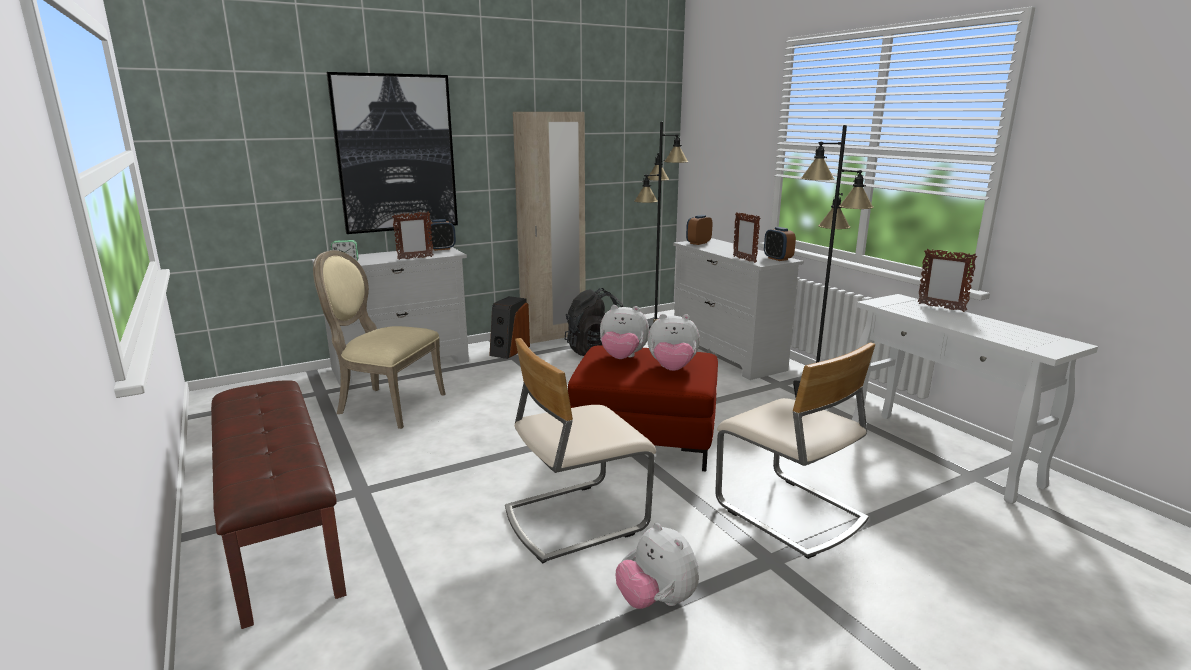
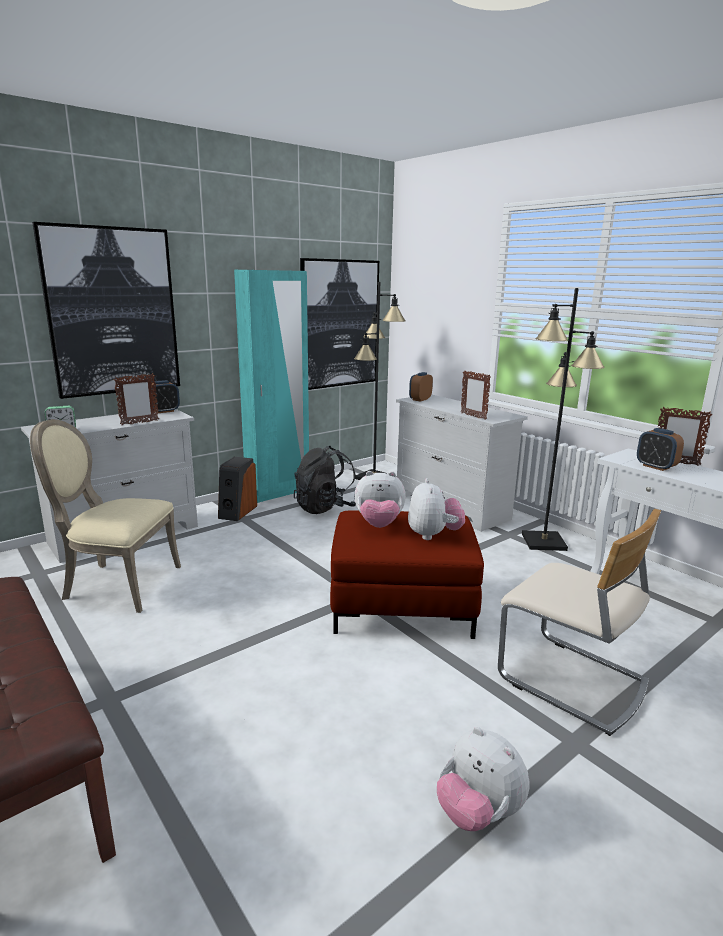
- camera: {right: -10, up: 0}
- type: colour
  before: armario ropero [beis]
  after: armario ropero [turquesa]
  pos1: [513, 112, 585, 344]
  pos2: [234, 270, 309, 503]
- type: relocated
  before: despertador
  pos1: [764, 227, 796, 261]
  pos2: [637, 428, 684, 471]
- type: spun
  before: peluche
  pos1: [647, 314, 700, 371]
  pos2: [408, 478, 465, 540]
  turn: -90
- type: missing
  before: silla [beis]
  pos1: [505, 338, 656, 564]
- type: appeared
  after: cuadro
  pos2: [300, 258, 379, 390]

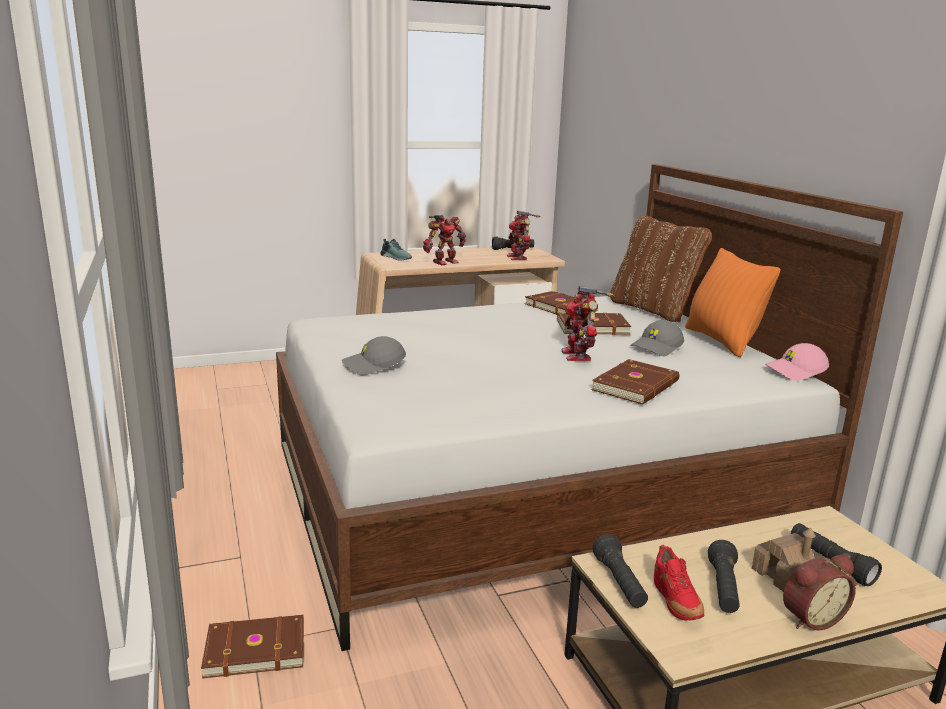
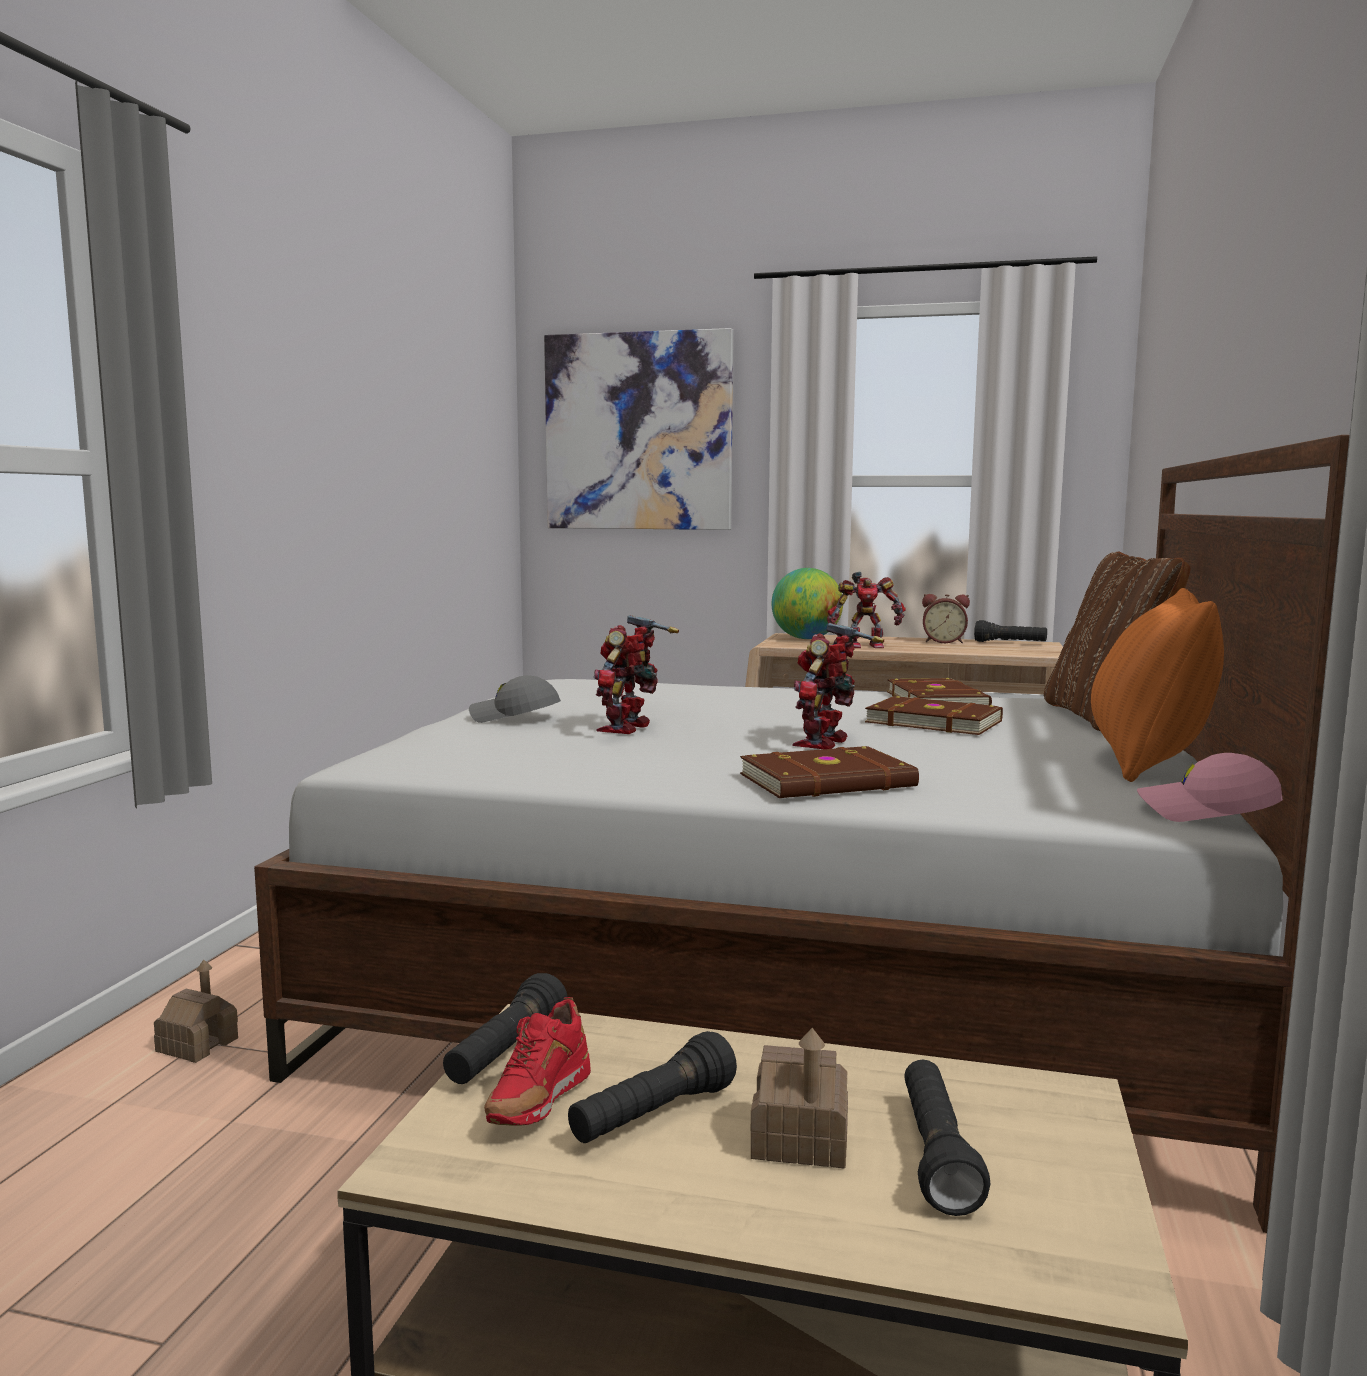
- camera: {right: 35, up: -10}
- type: relocated
  before: robot de juguete
  pos1: [507, 211, 540, 260]
  pos2: [593, 615, 679, 734]
- type: exchanged
  before: zapato
  after: globo terráqueo
  pos1: [380, 239, 412, 261]
  pos2: [771, 568, 843, 639]
- type: missing
  before: gorra [gris]
  pos1: [630, 320, 684, 356]
- type: relocated
  before: despertador
  pos1: [783, 555, 856, 630]
  pos2: [922, 594, 970, 643]
- type: exchanged
  before: libro [marrón]
  after: casita
  pos1: [201, 615, 304, 679]
  pos2: [154, 960, 238, 1063]
- type: appeared
  after: cuadro
  pos2: [544, 328, 733, 530]

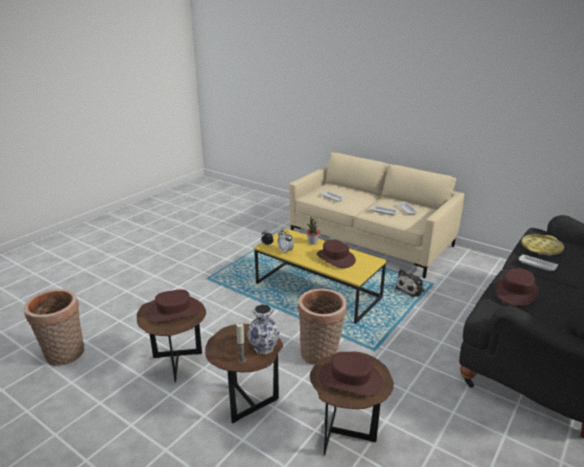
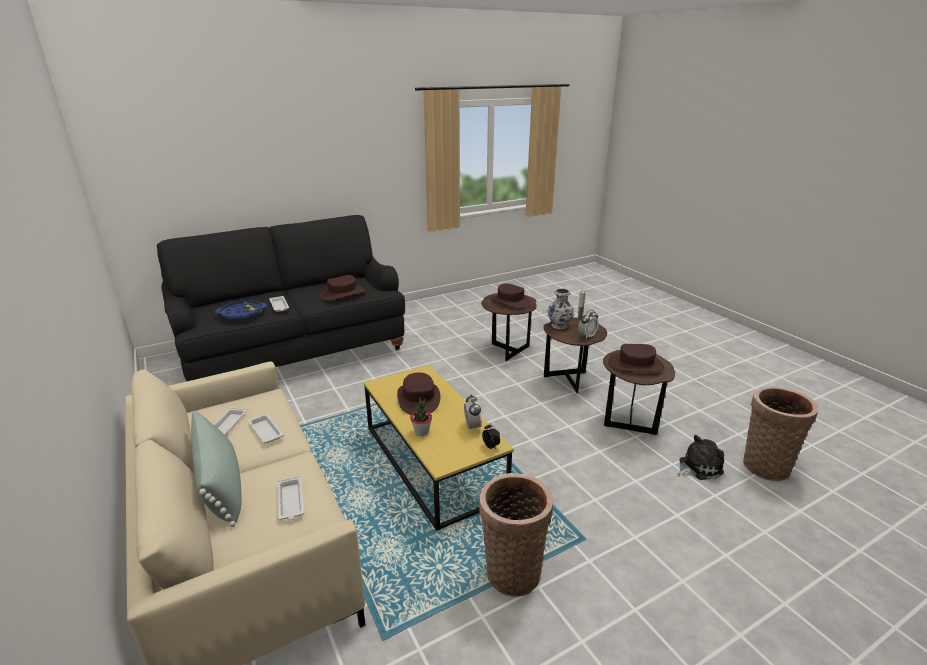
- camera: {right: -155, up: 0}
- type: colour
  before: bandeja [amarillo]
  after: bandeja [azul]
  pos1: [521, 234, 564, 256]
  pos2: [215, 300, 267, 320]
- type: relocated
  before: peluche
  pos1: [395, 269, 425, 297]
  pos2: [677, 435, 724, 480]
- type: relocated
  before: cesta
  pos1: [298, 289, 347, 365]
  pos2: [479, 473, 553, 597]
- type: appeared
  after: despertador
  pos2: [578, 310, 598, 339]
- type: appeared
  after: cojín [verde]
  pos2: [191, 411, 242, 527]

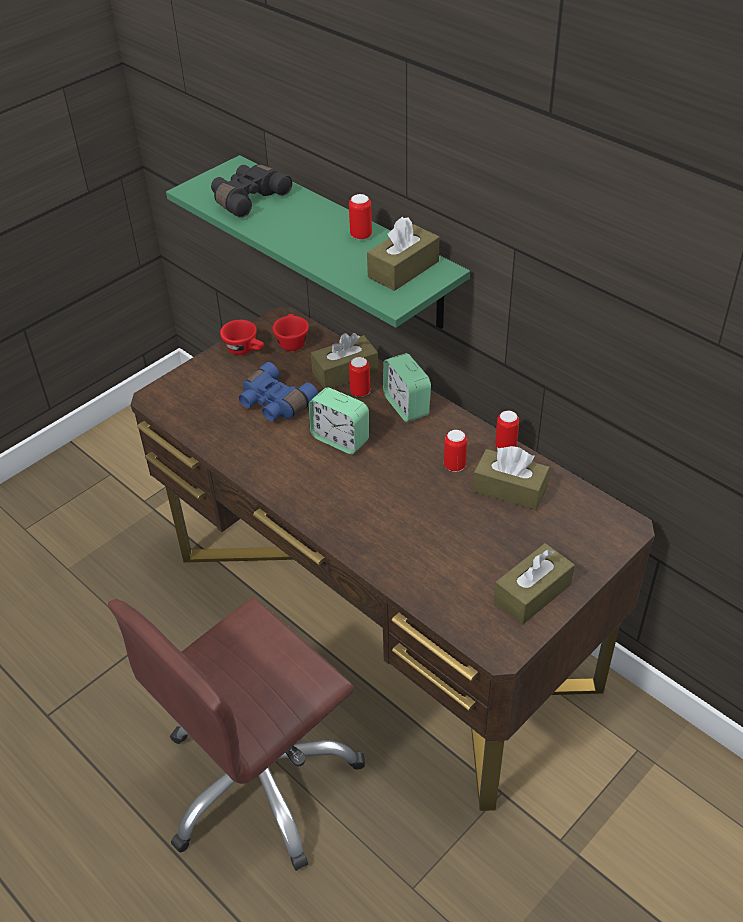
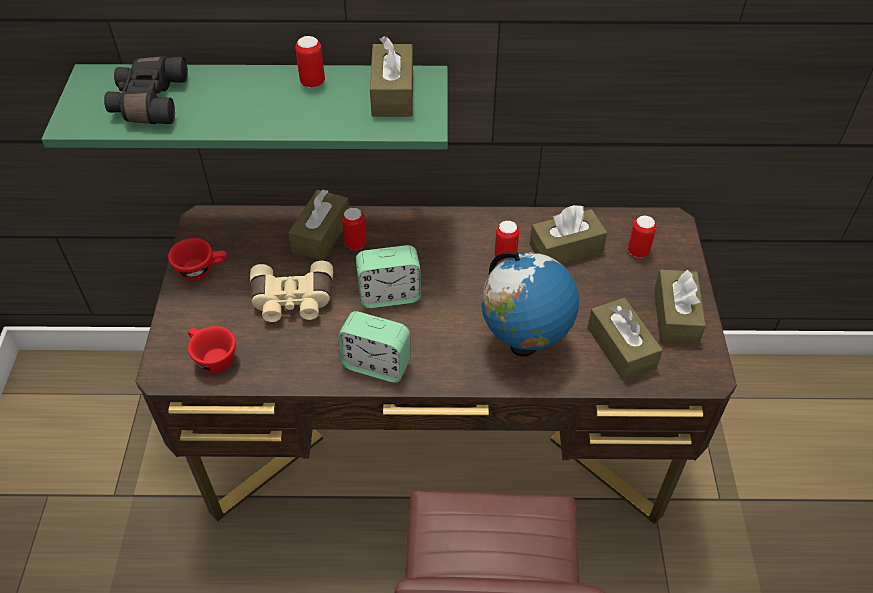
- camera: {right: -45, up: 5}
- type: relocated
  before: taza [rojo]
  pos1: [272, 314, 309, 351]
  pos2: [188, 326, 236, 373]
- type: relocated
  before: despertador
  pos1: [383, 353, 431, 422]
  pos2: [338, 311, 411, 383]
- type: colour
  before: prismáticos [azul]
  after: prismáticos [beis]
  pos1: [239, 362, 319, 422]
  pos2: [250, 261, 333, 322]
- type: relocated
  before: lata
  pos1: [495, 410, 519, 448]
  pos2: [628, 216, 656, 258]
- type: appeared
  after: globo terráqueo
  pos2: [481, 252, 579, 357]
- type: appeared
  after: caja de pañuelos [marrón]
  pos2: [588, 298, 663, 381]

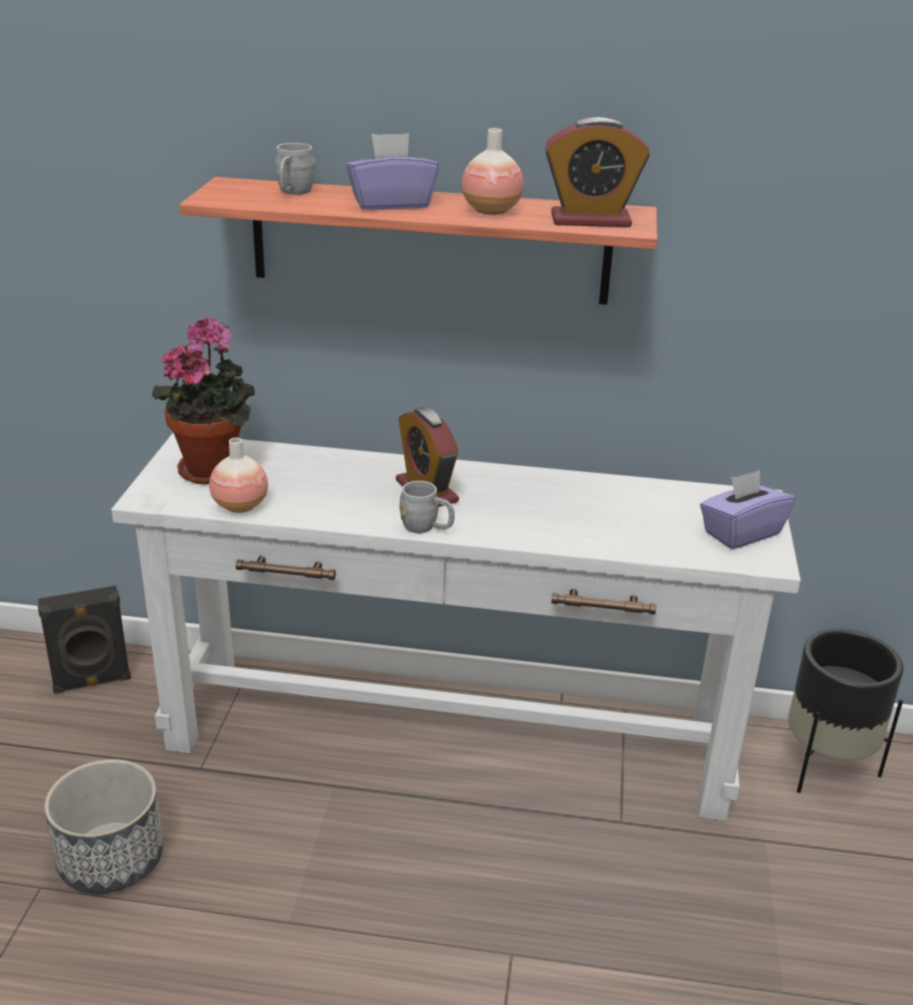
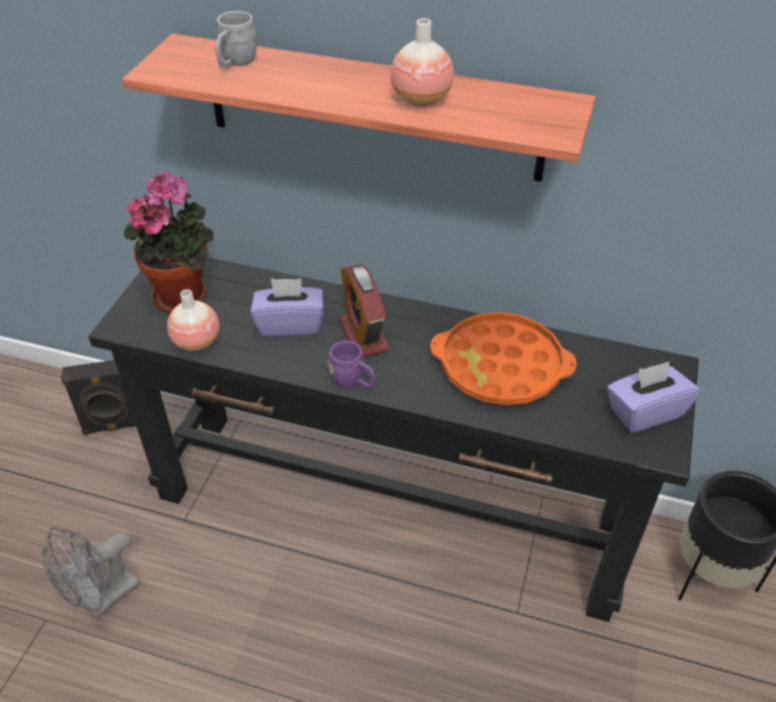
- camera: {right: 10, up: 15}
- type: missing
  before: despertador
  pos1: [544, 117, 650, 227]
- type: relocated
  before: caja de pañuelos [morado]
  pos1: [346, 133, 439, 210]
  pos2: [251, 278, 324, 337]
- type: colour
  before: mesa consola [blanco]
  after: mesa consola [negro]
  pos1: [111, 433, 801, 821]
  pos2: [88, 257, 699, 622]
- type: colour
  before: taza grande [gris]
  after: taza grande [morado]
  pos1: [399, 481, 455, 533]
  pos2: [328, 341, 376, 388]
- type: exchanged
  before: maceta
  after: ventilador [gris]
  pos1: [44, 759, 163, 894]
  pos2: [42, 527, 140, 618]
- type: appeared
  after: bandeja [naranja]
  pos2: [430, 312, 577, 405]

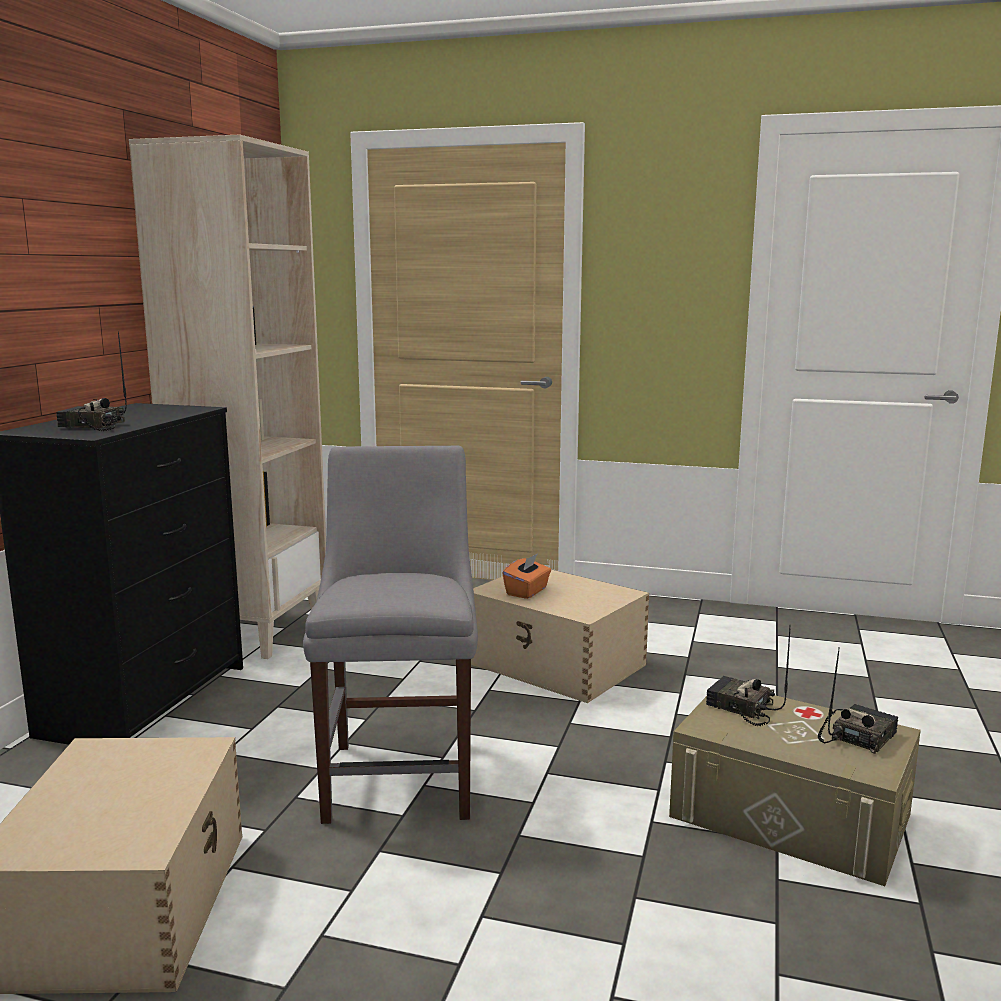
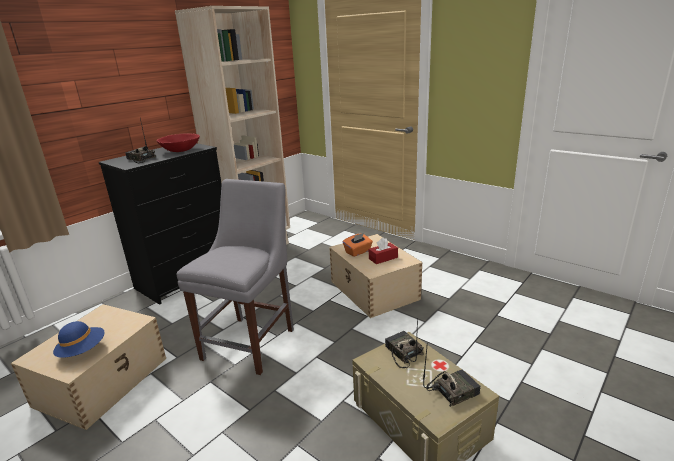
- camera: {right: 25, up: 10}
- type: appeared
  after: cuenco [rojo]
  pos2: [156, 133, 200, 152]
- type: appeared
  after: caja de pañuelos [rojo]
  pos2: [369, 238, 398, 264]
- type: appeared
  after: sombrero [azul]
  pos2: [53, 321, 105, 358]

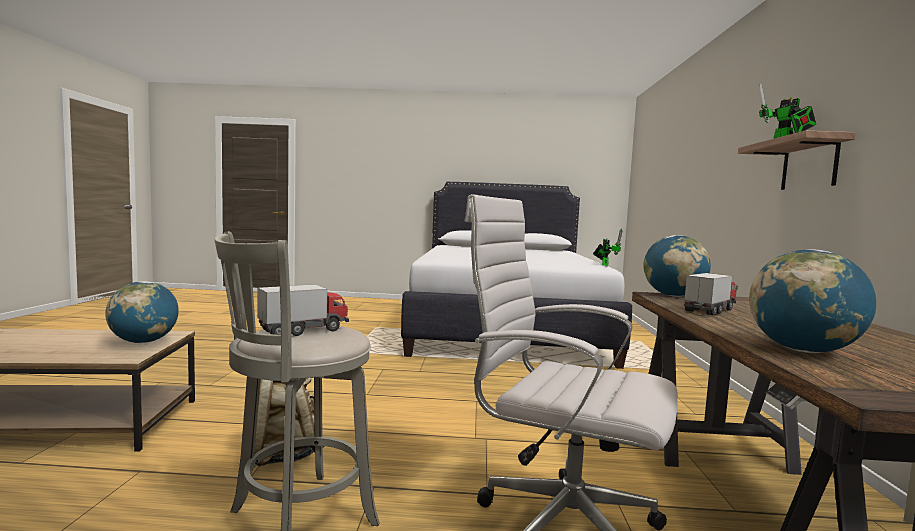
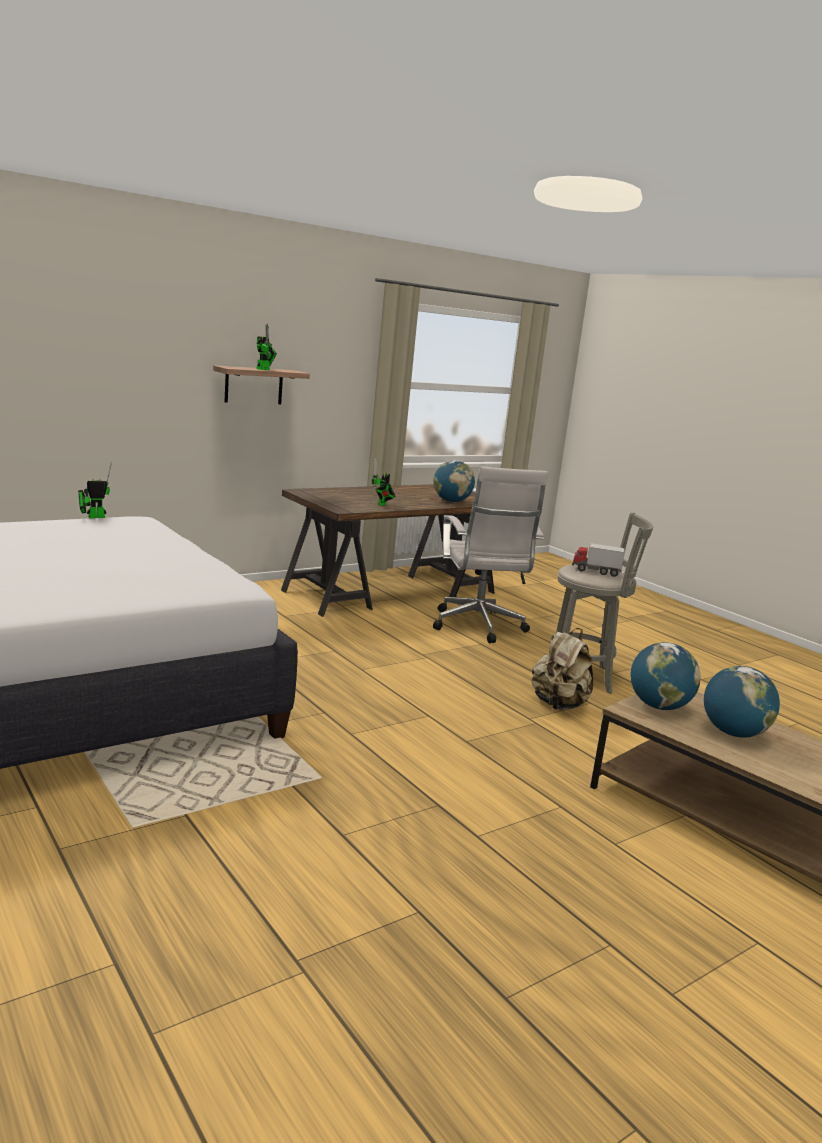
- camera: {right: -130, up: 10}
- type: relocated
  before: globo terráqueo
  pos1: [643, 235, 711, 297]
  pos2: [704, 666, 780, 738]
- type: exchanged
  before: camión de juguete
  after: robot de juguete
  pos1: [684, 273, 738, 316]
  pos2: [372, 458, 396, 506]

